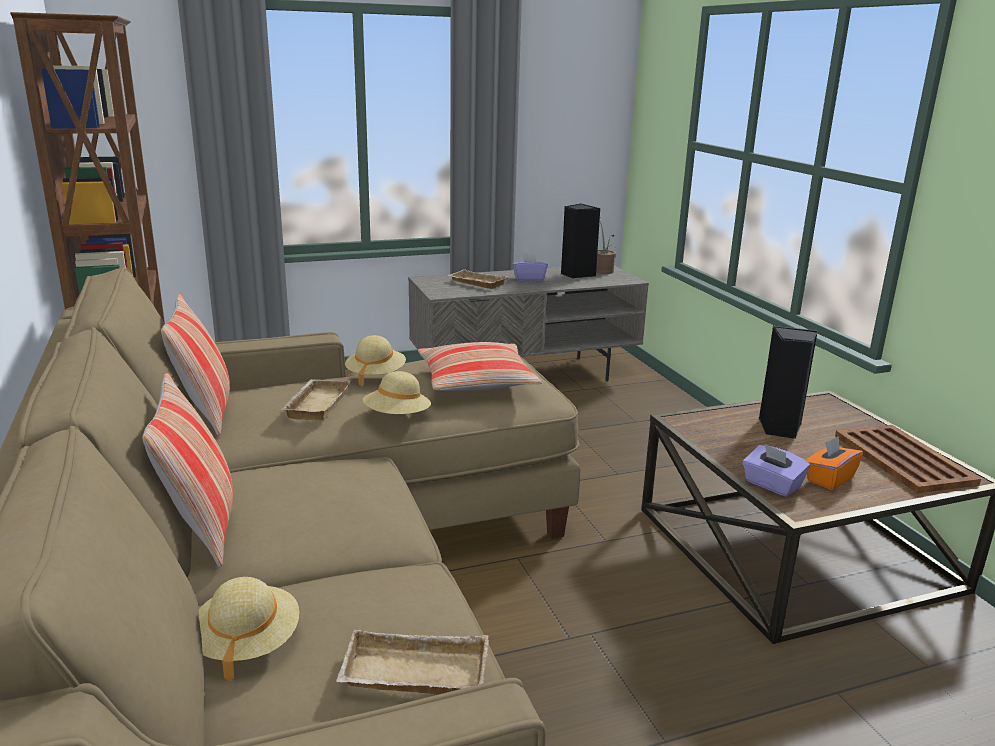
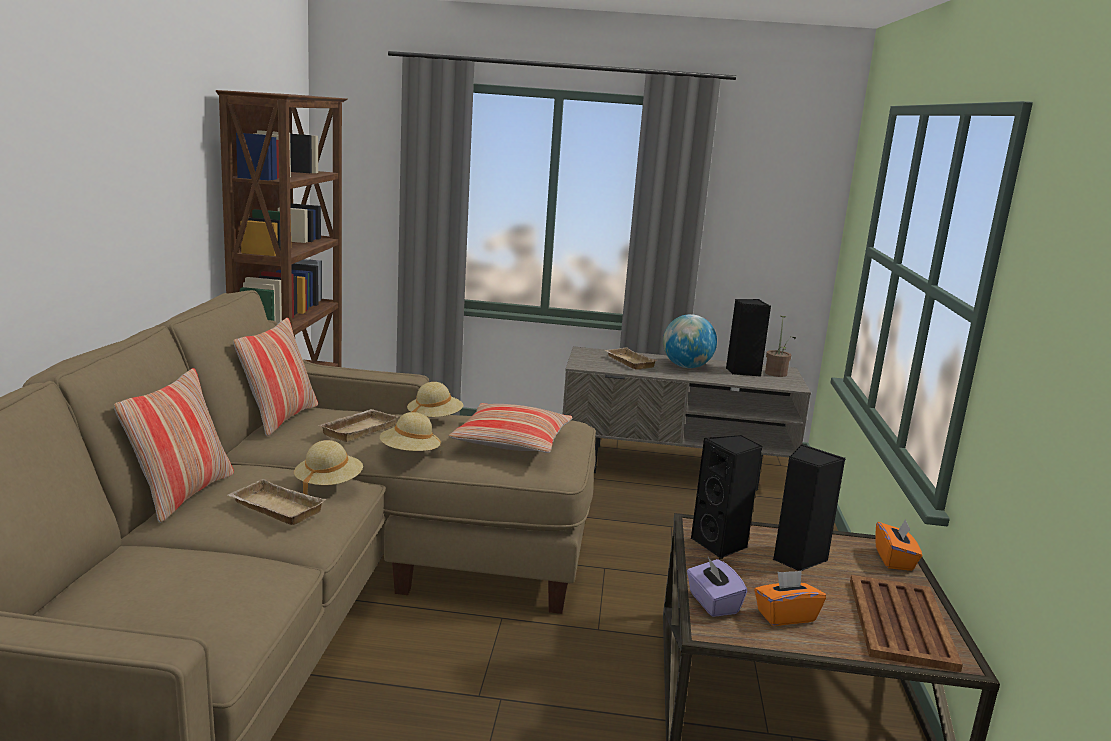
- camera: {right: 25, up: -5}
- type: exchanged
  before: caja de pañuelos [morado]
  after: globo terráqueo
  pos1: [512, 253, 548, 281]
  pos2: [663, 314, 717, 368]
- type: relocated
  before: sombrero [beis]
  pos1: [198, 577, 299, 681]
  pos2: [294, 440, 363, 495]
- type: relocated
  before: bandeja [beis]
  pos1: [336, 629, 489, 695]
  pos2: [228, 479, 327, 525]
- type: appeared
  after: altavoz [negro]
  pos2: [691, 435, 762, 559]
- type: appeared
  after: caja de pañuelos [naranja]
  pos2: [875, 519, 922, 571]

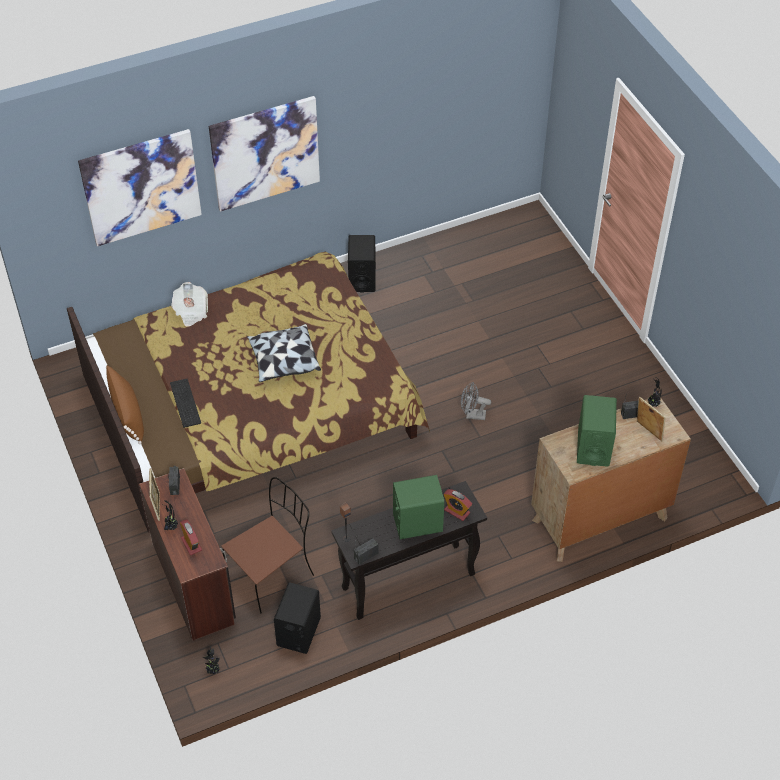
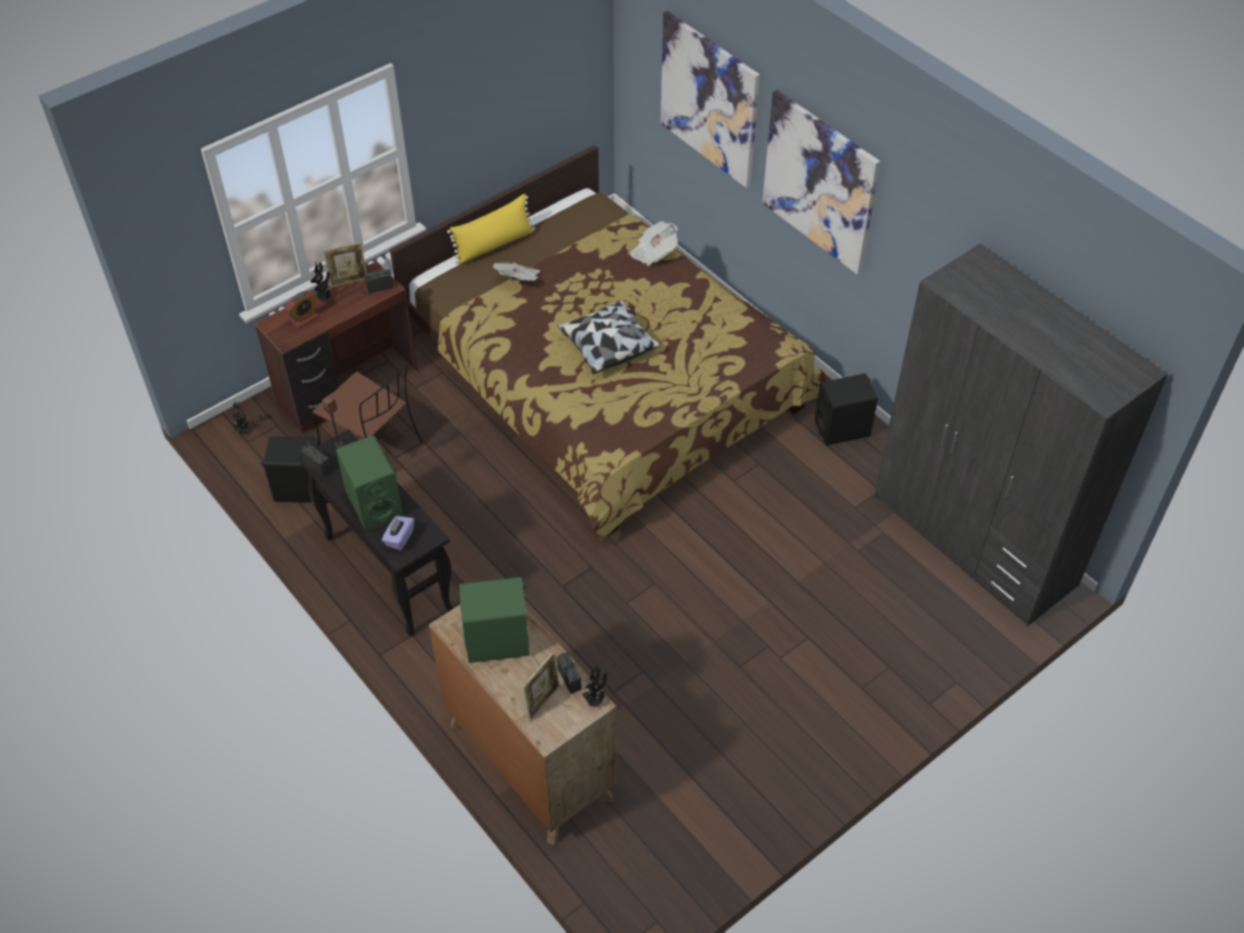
- camera: {right: 75, up: 0}
- type: colour
  before: cojín [marrón]
  after: cojín [amarillo]
  pos1: [106, 365, 144, 444]
  pos2: [447, 194, 535, 264]
- type: exchanged
  before: teclado
  after: periódico
  pos1: [170, 379, 201, 428]
  pos2: [493, 263, 540, 281]
- type: missing
  before: ventilador [gris]
  pos1: [461, 382, 491, 420]
- type: exchanged
  before: despertador
  after: caja de pañuelos [morado]
  pos1: [444, 489, 472, 521]
  pos2: [382, 516, 414, 551]
- type: appeared
  after: armario ropero [gris]
  pos2: [874, 243, 1168, 627]

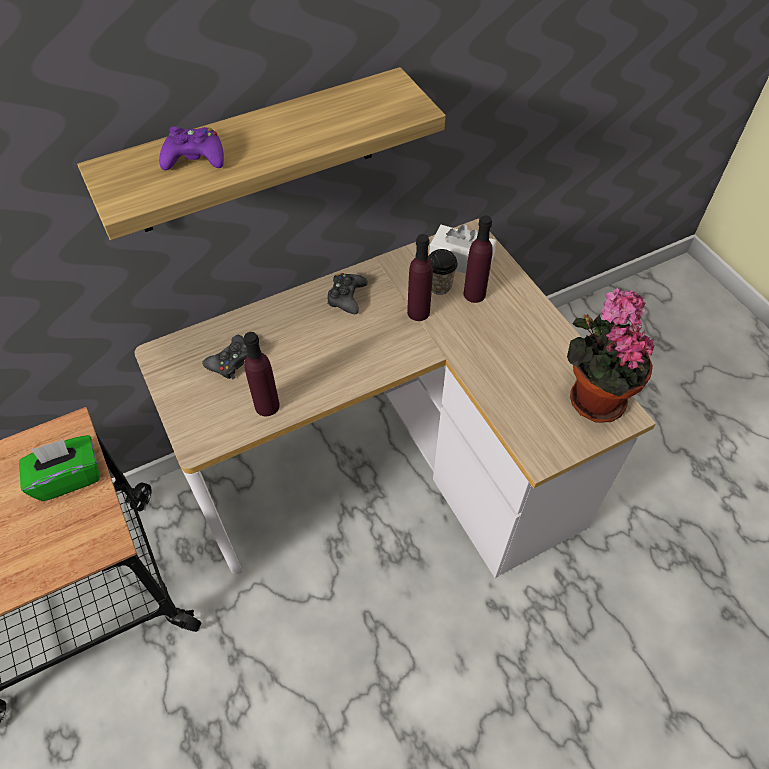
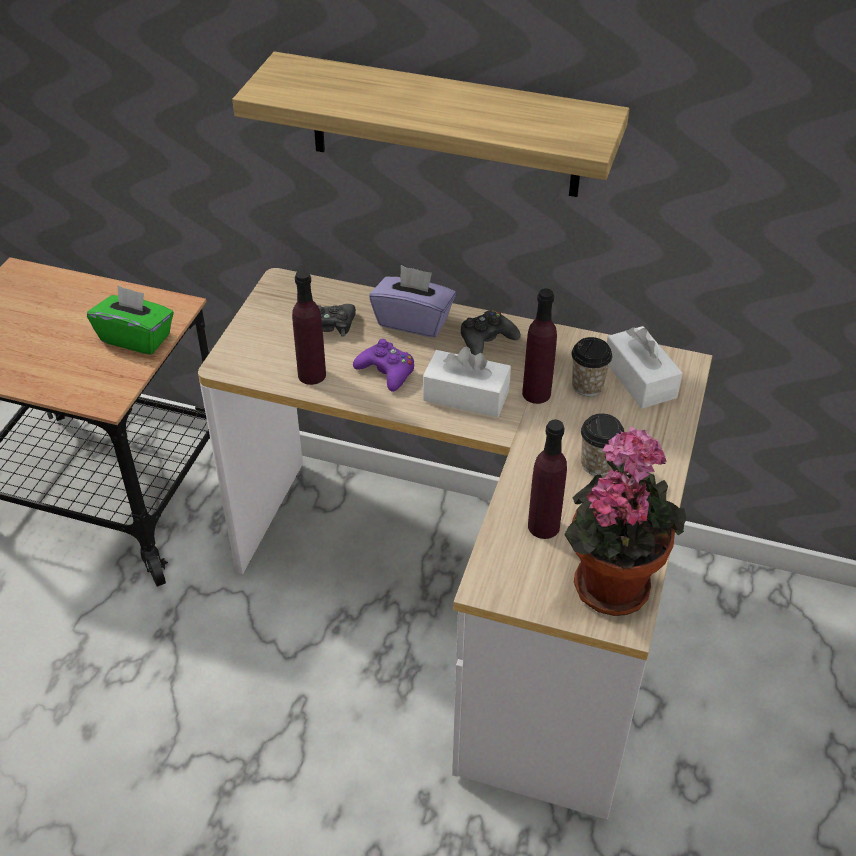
- camera: {right: 45, up: -10}
- type: relocated
  before: mando de consola [morado]
  pos1: [159, 126, 224, 170]
  pos2: [353, 339, 414, 392]
- type: relocated
  before: botella [morado]
  pos1: [464, 215, 493, 303]
  pos2: [528, 419, 567, 539]
- type: appeared
  after: caja de pañuelos [morado]
  pos2: [369, 265, 456, 338]
- type: appeared
  after: caja de pañuelos [blanco]
  pos2: [423, 347, 511, 417]
- type: appeared
  after: taza
  pos2: [581, 413, 624, 476]

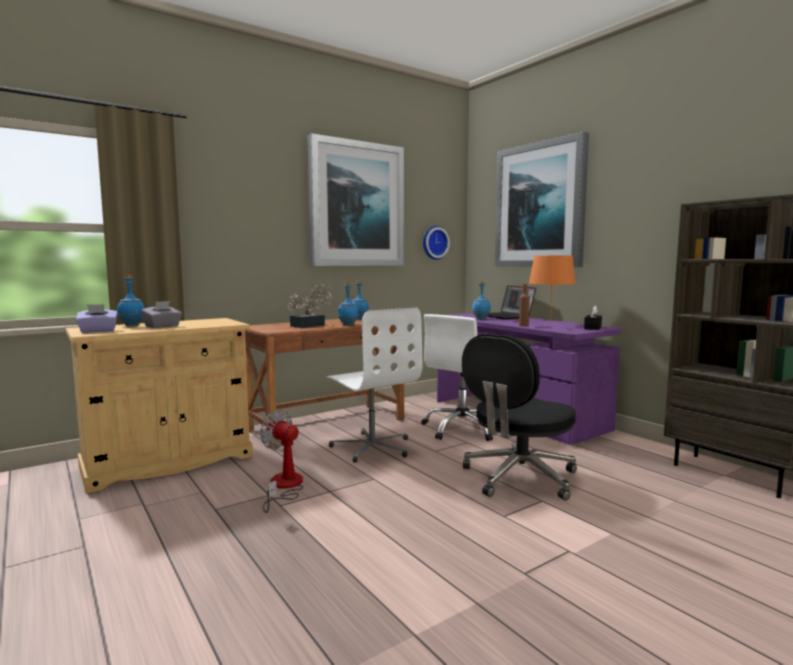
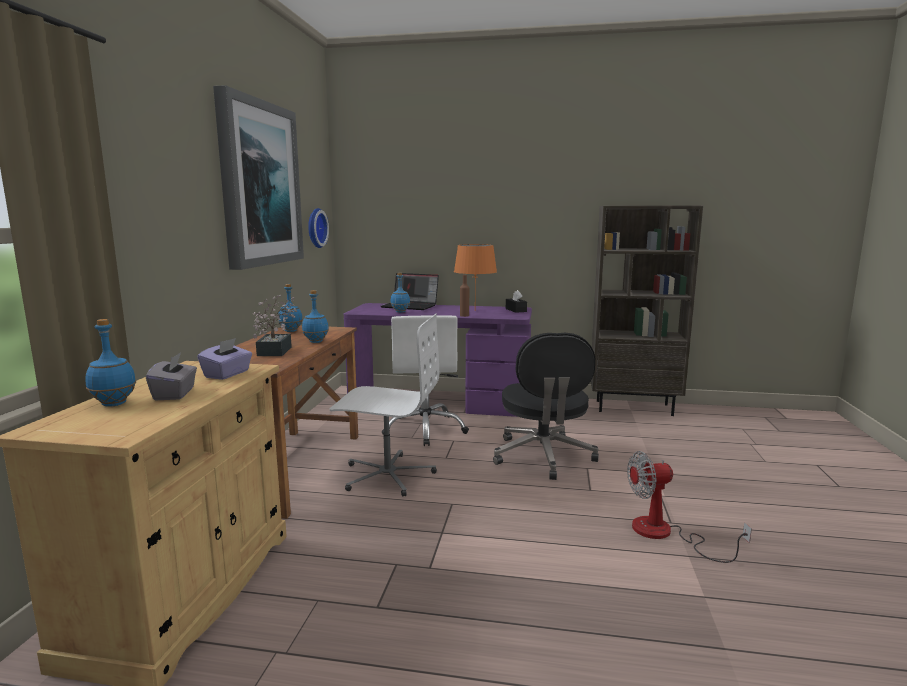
- camera: {right: -45, up: 5}
- type: missing
  before: cuadro
  pos1: [494, 132, 589, 267]
- type: relocated
  before: caja de pañuelos [morado]
  pos1: [76, 304, 118, 333]
  pos2: [197, 338, 252, 380]
- type: relocated
  before: ventilador
  pos1: [260, 410, 304, 513]
  pos2: [627, 451, 752, 563]

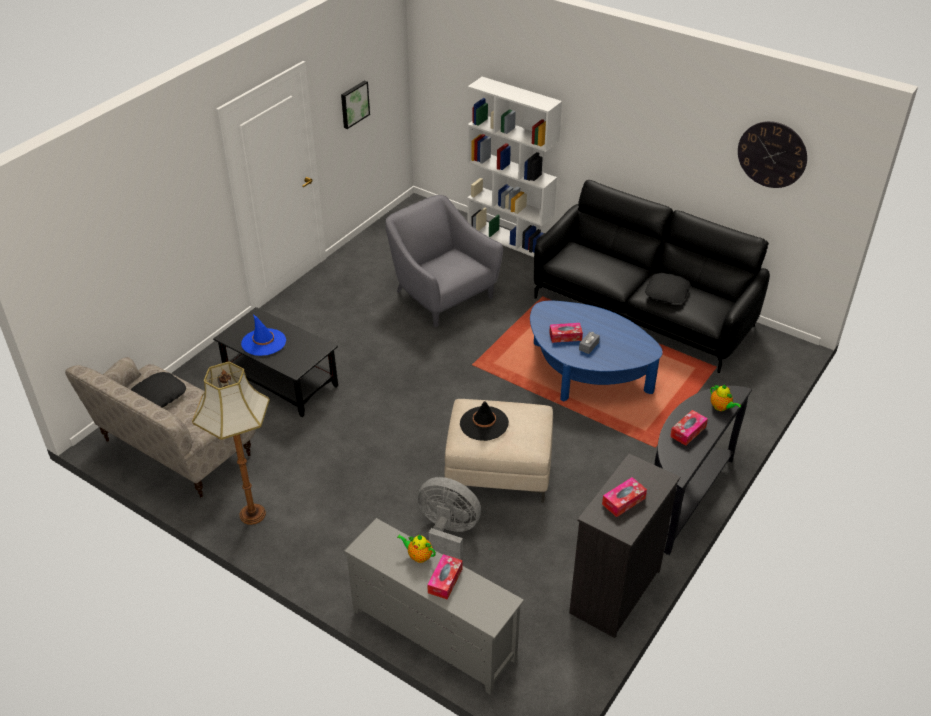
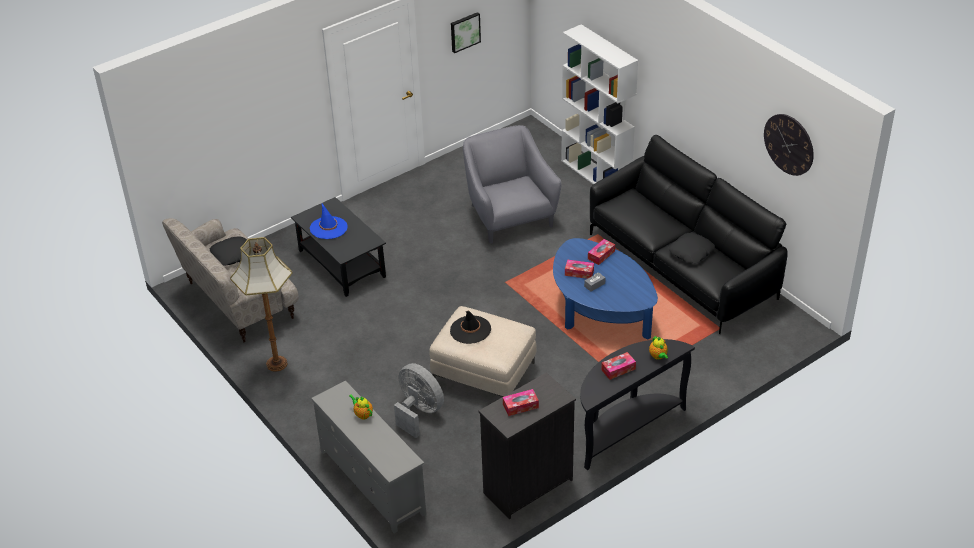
- camera: {right: 20, up: 0}
- type: relocated
  before: caja de pañuelos
  pos1: [427, 554, 463, 600]
  pos2: [588, 239, 615, 265]

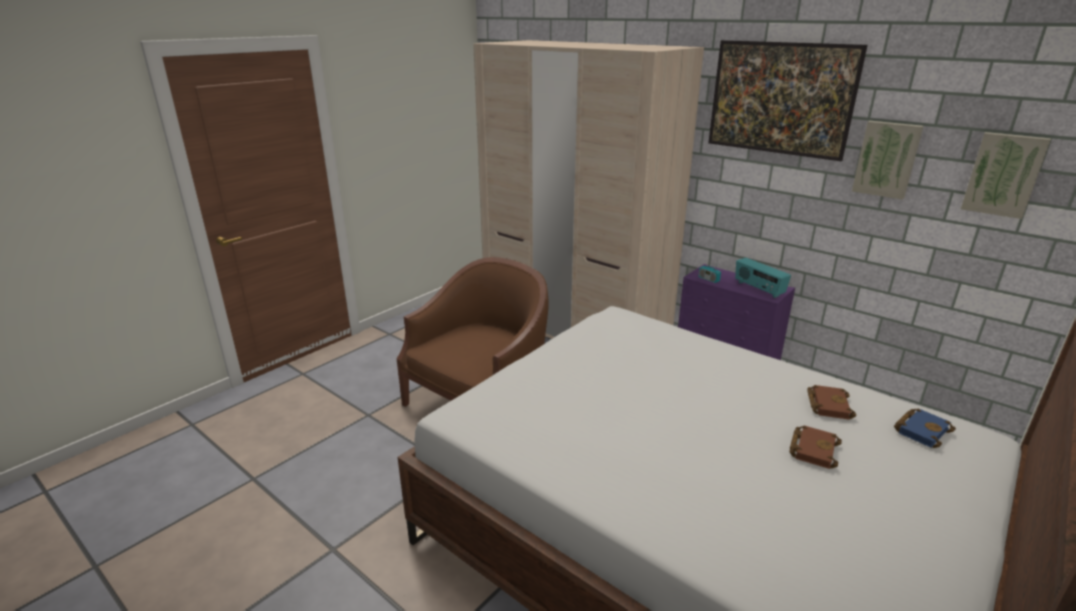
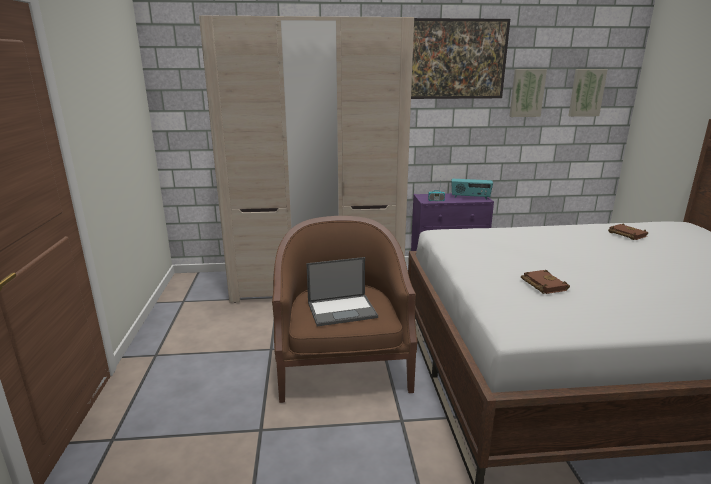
- camera: {right: -45, up: -5}
- type: missing
  before: libro [azul]
  pos1: [894, 409, 956, 448]
- type: relocated
  before: libro [marrón]
  pos1: [789, 426, 842, 469]
  pos2: [521, 270, 570, 294]
- type: appeared
  after: portátil
  pos2: [306, 257, 378, 327]

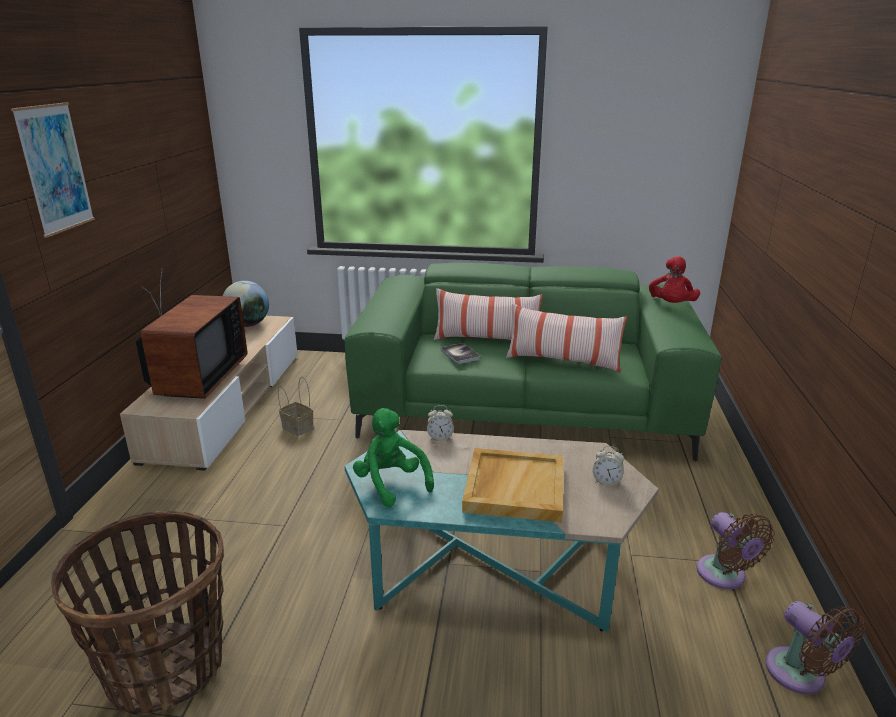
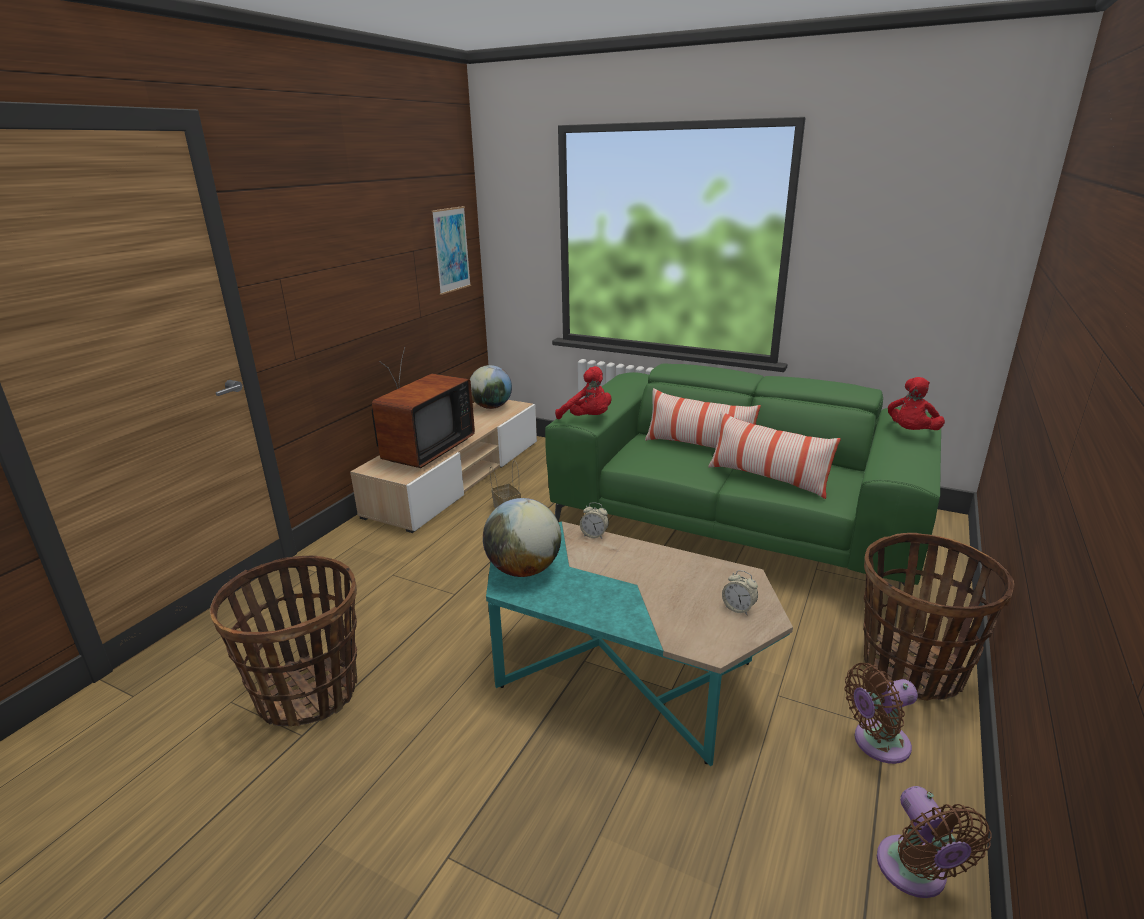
- camera: {right: 20, up: 0}
- type: relocated
  before: cuadro
  pos1: [11, 103, 95, 238]
  pos2: [432, 206, 471, 295]
- type: missing
  before: libro
  pos1: [441, 343, 481, 364]
- type: exchanged
  before: peluche [verde]
  after: globo terráqueo
  pos1: [353, 408, 434, 508]
  pos2: [483, 498, 561, 577]
- type: missing
  before: bandeja [beis]
  pos1: [462, 448, 563, 523]
- type: spun
  before: ventilador [marrón]
  pos1: [697, 512, 775, 589]
  pos2: [844, 663, 918, 764]
  turn: 75
- type: appeared
  after: peluche [rojo]
  pos2: [555, 366, 611, 419]
- type: appeared
  after: cesta
  pos2: [863, 533, 1014, 701]

